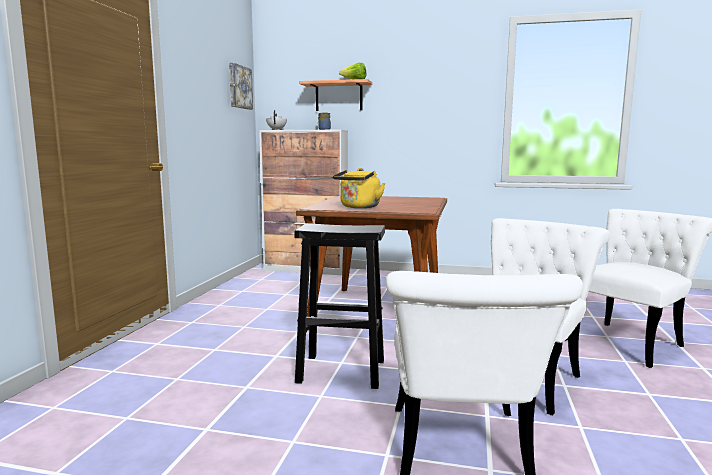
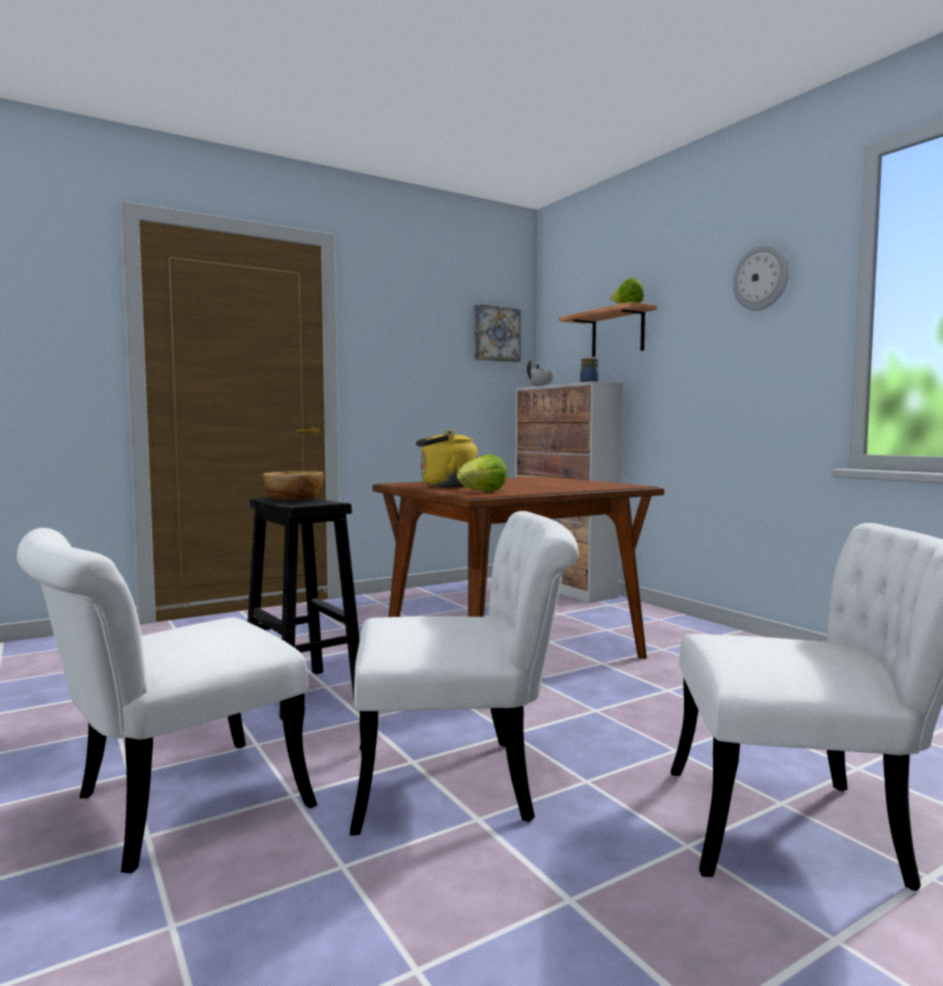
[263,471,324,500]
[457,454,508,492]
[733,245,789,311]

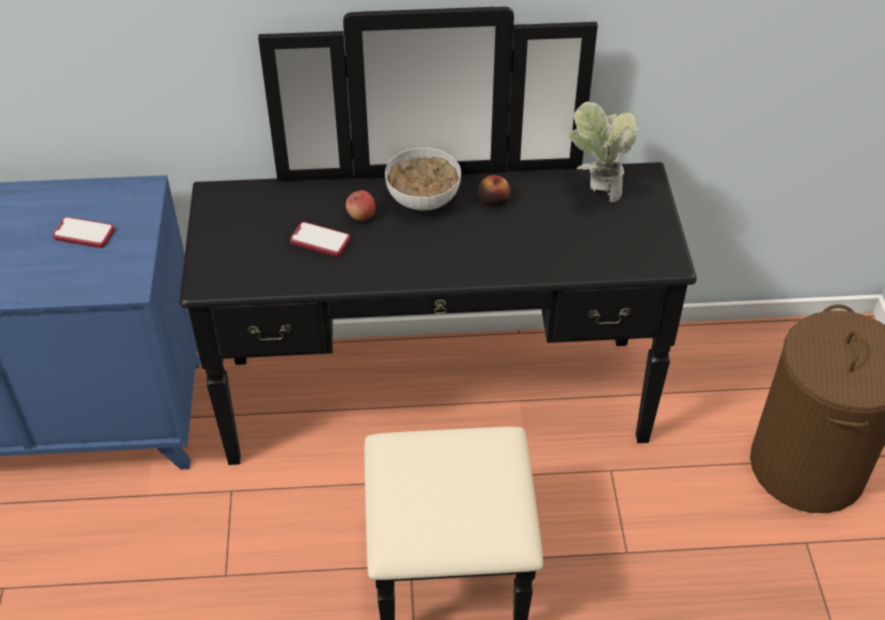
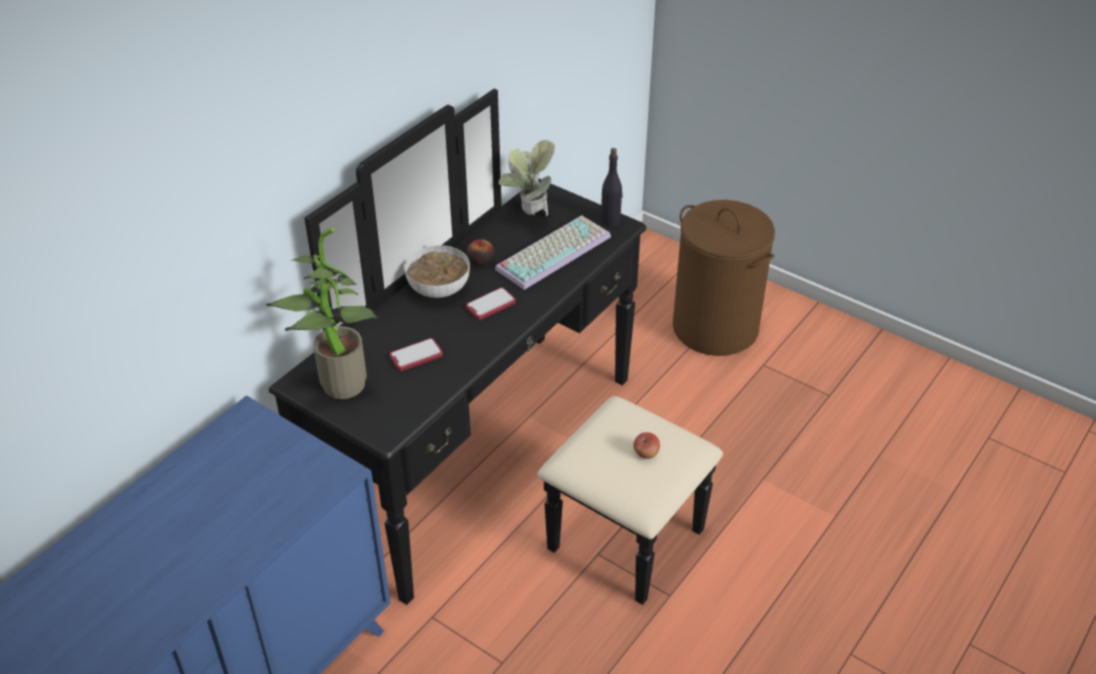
[266,227,380,399]
[466,287,516,320]
[495,215,611,290]
[601,148,623,227]
[633,432,660,459]

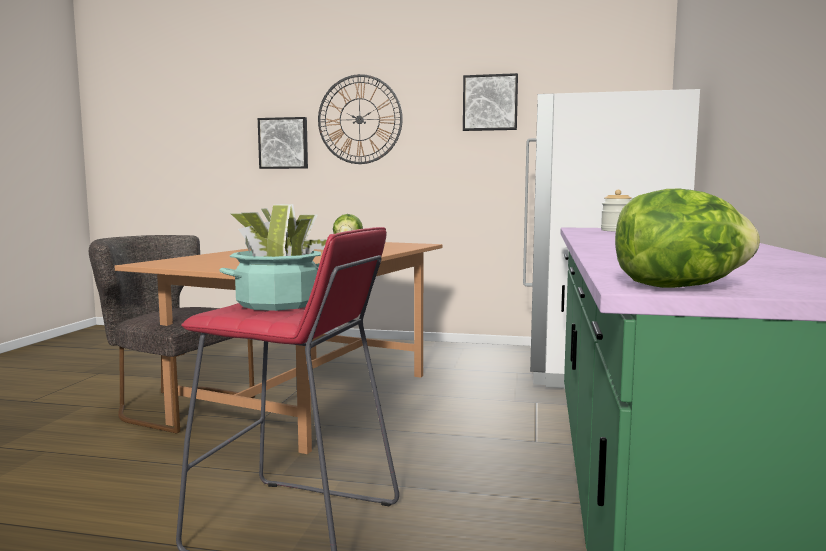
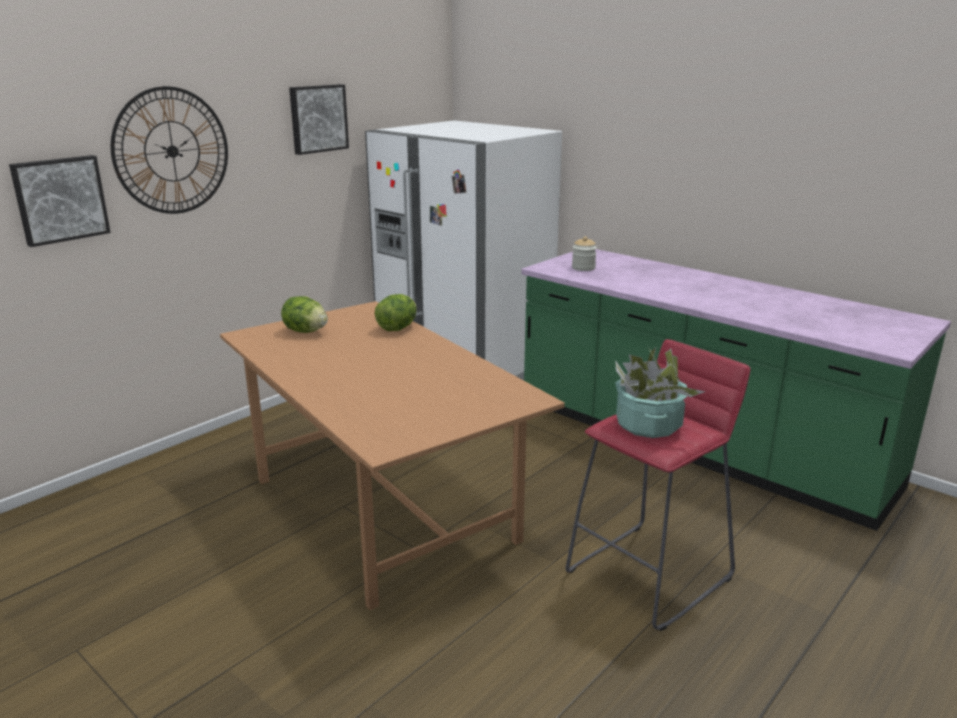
[375,294,417,331]
[89,235,255,434] (first image)

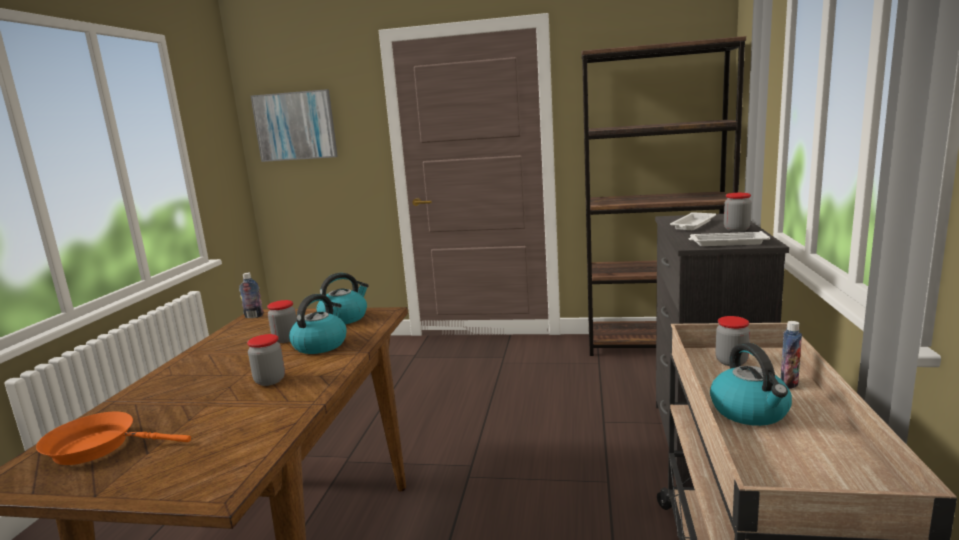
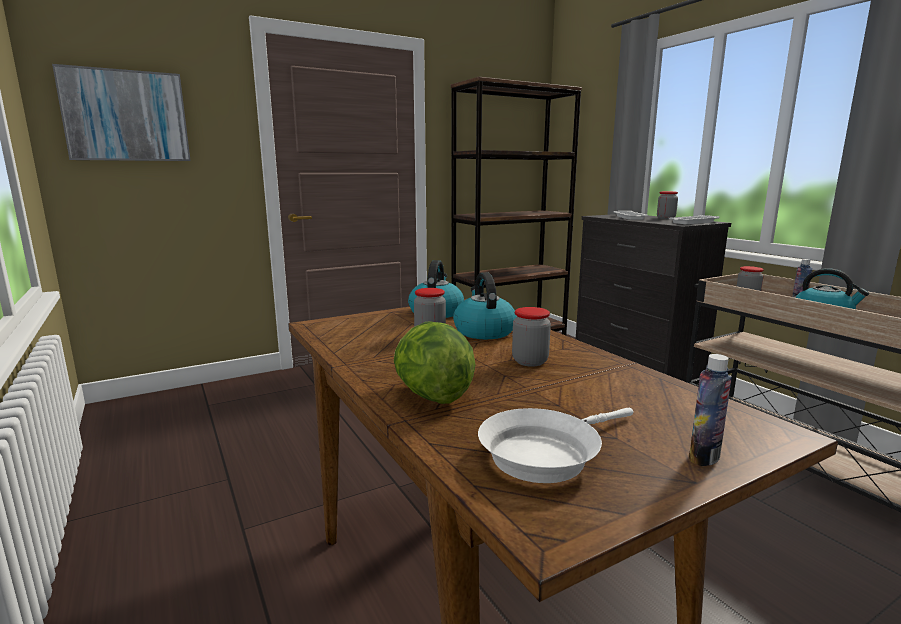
[394,321,476,404]
[478,408,633,483]
[689,354,732,466]

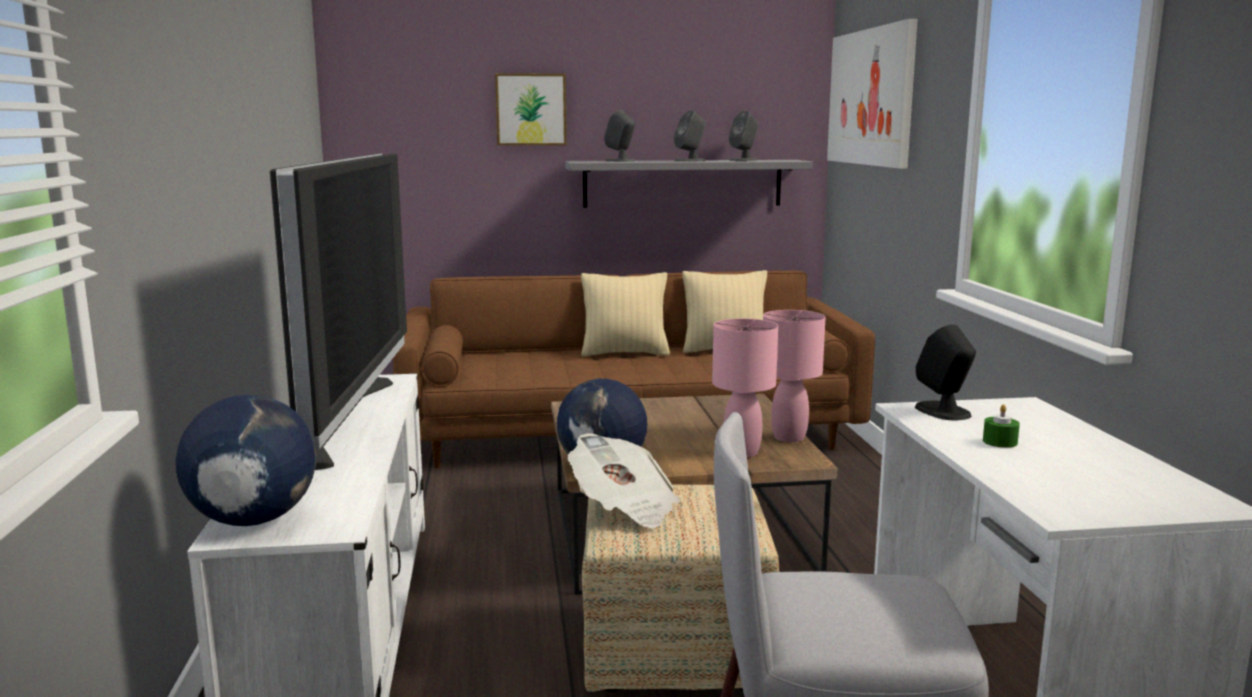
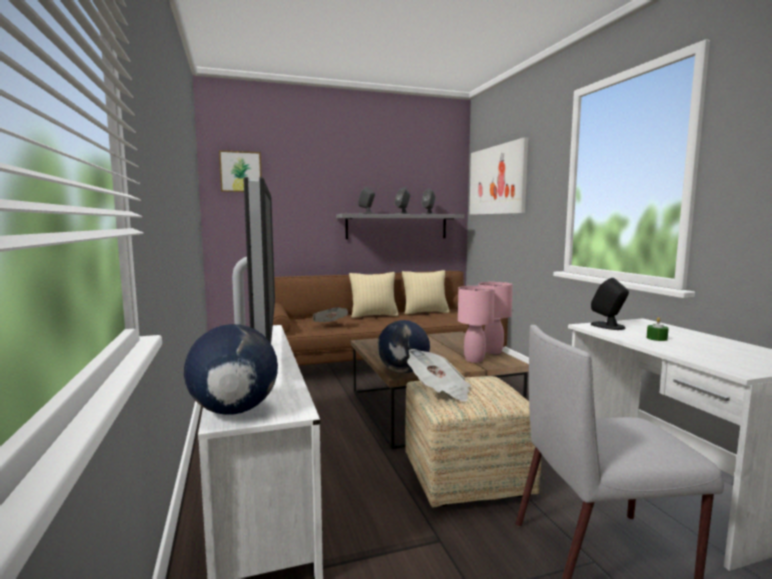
[219,150,262,192]
[313,307,348,322]

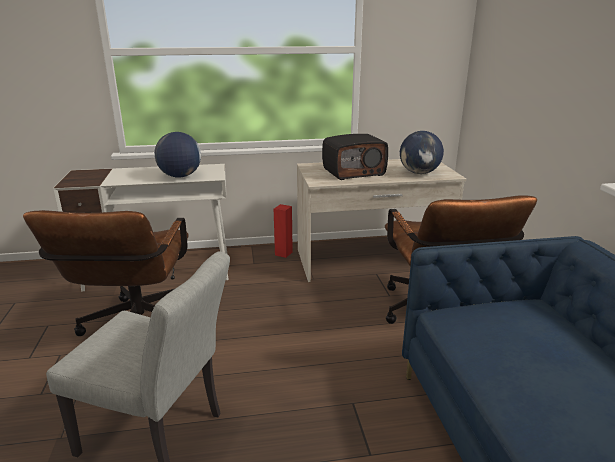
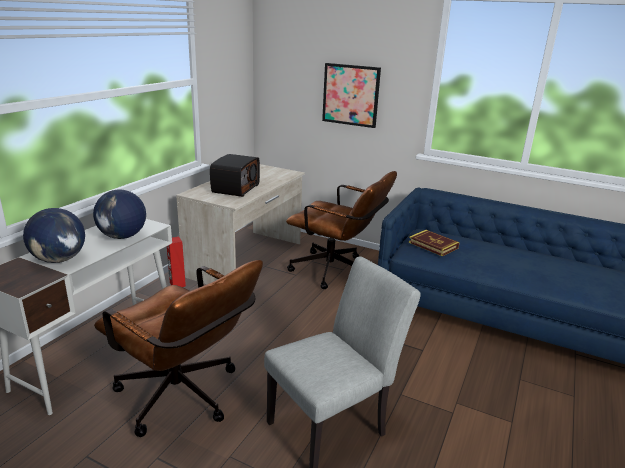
[23,208,85,263]
[322,63,381,128]
[409,230,460,256]

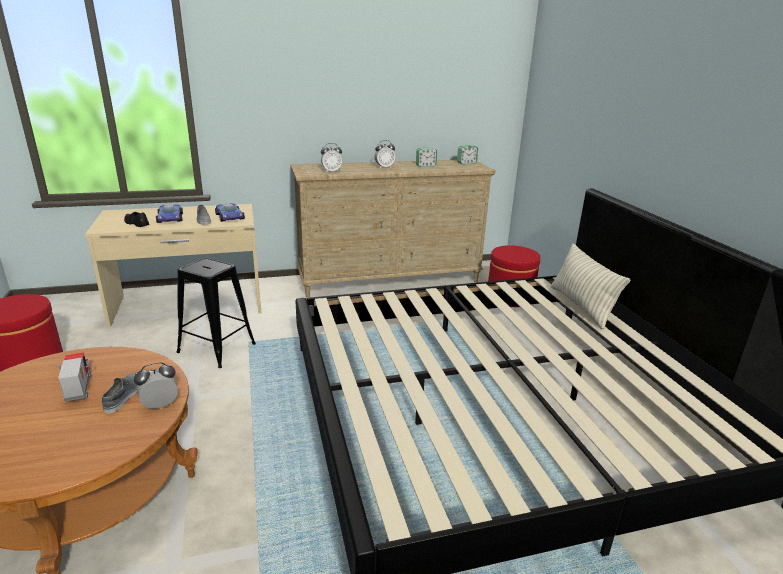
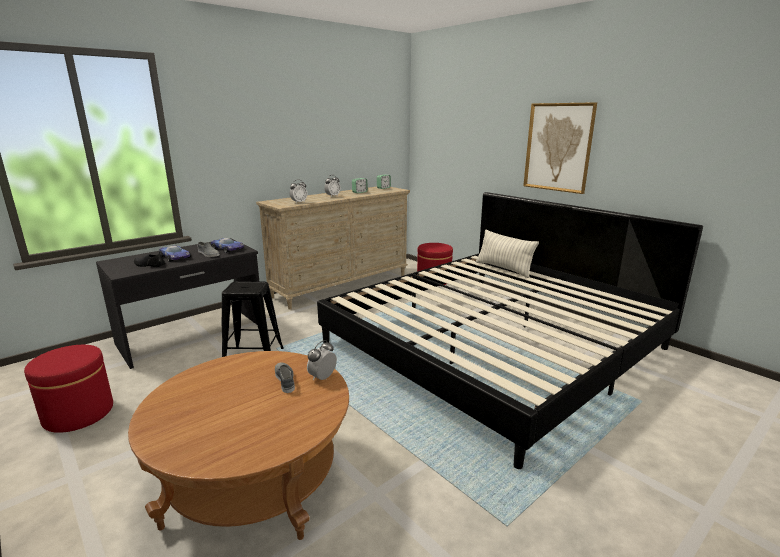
[96,238,259,369]
[523,102,597,194]
[58,353,92,402] (first image)

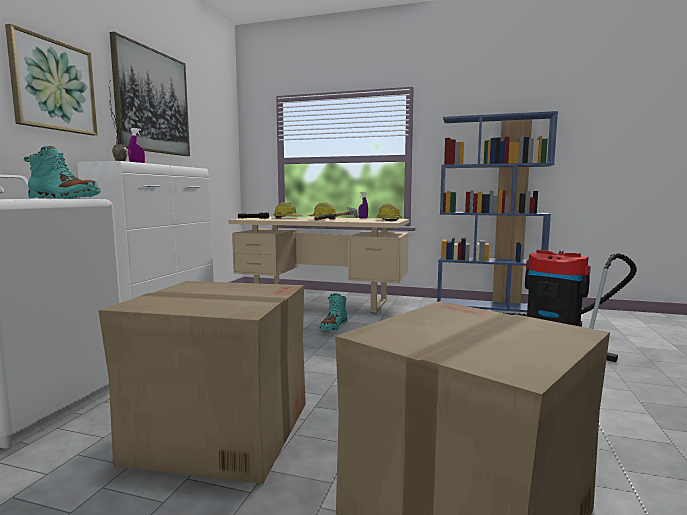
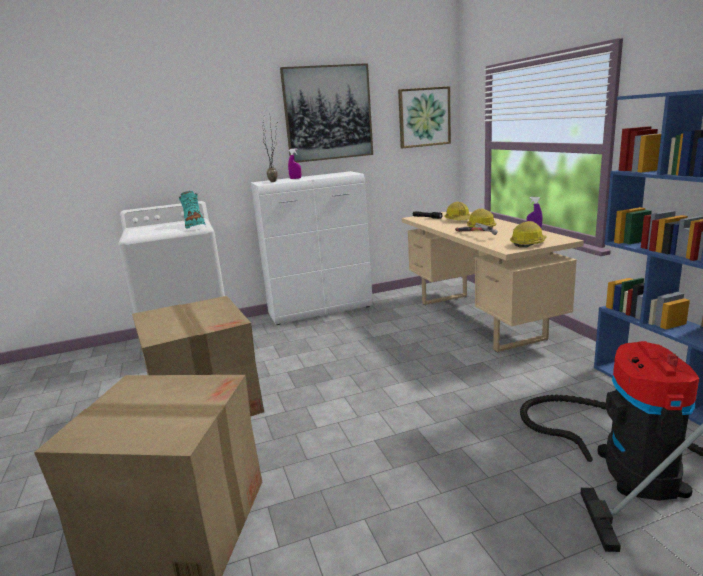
[398,86,451,148]
[320,293,347,331] (first image)

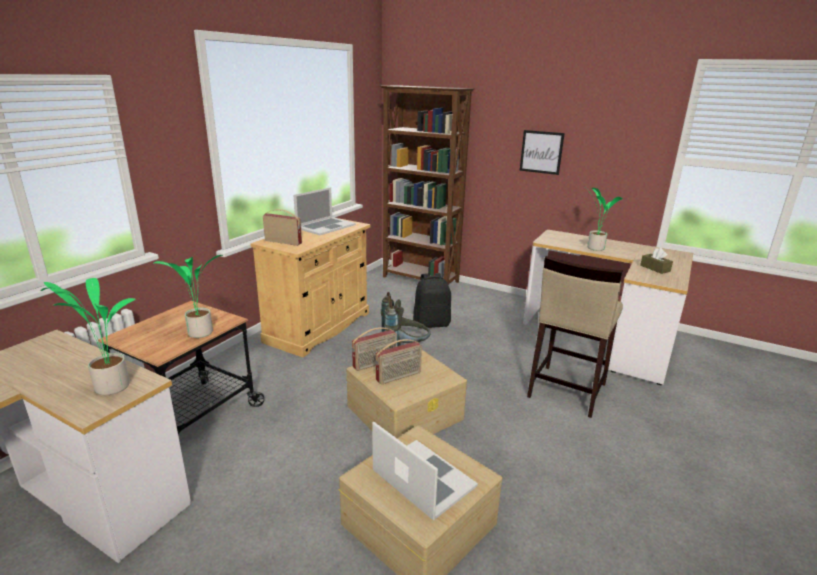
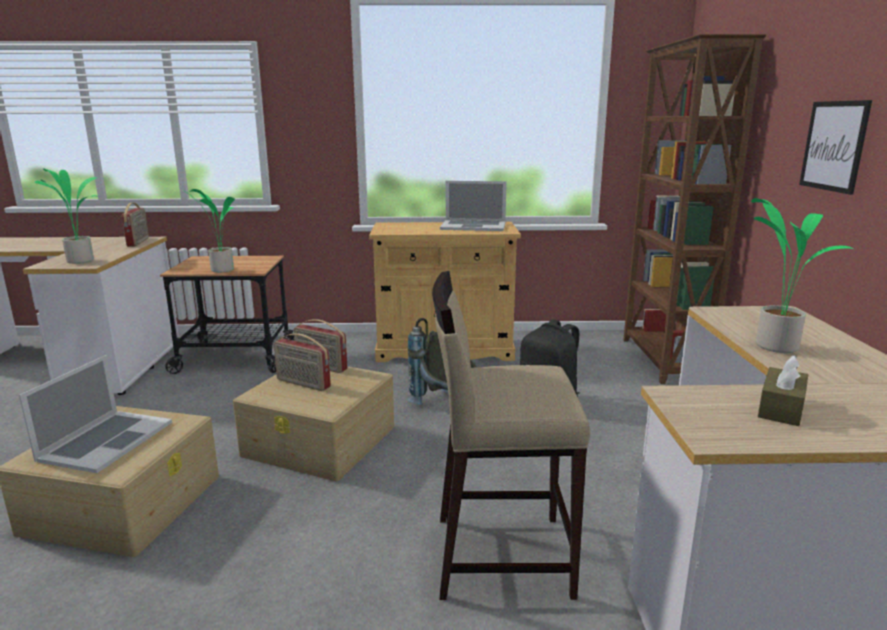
[122,203,149,247]

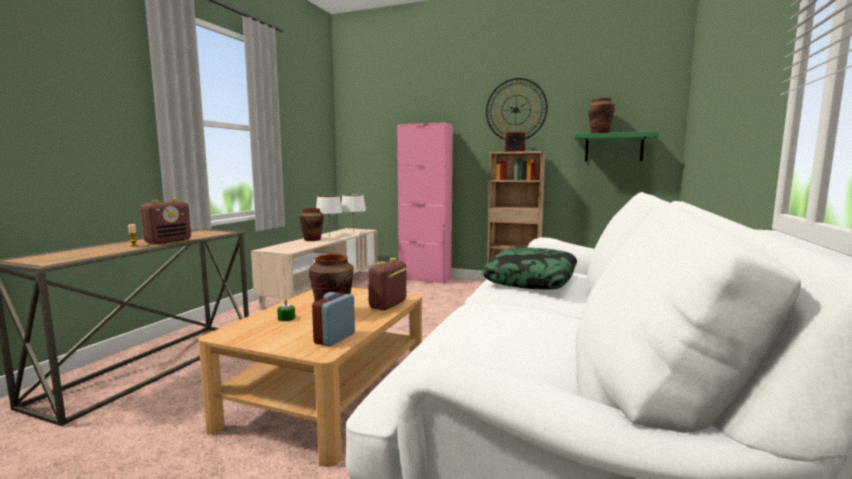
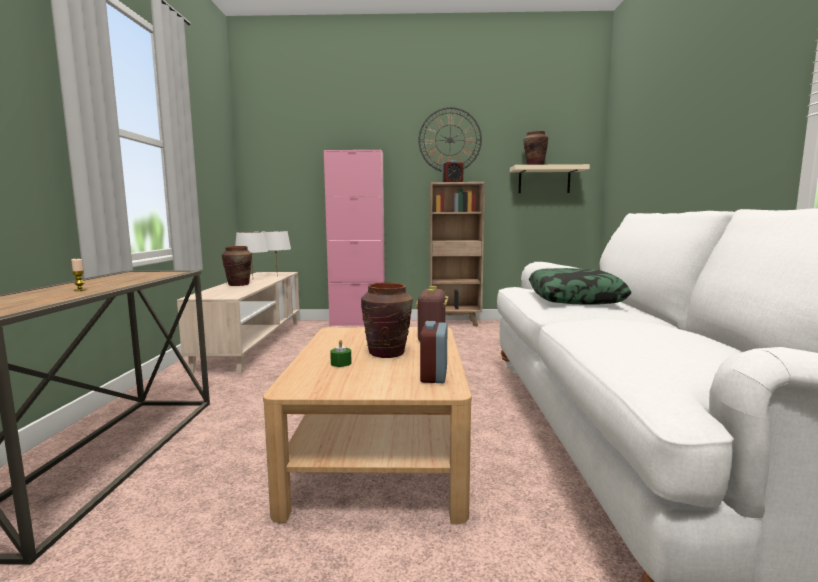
[510,164,590,193]
[141,199,191,244] (first image)

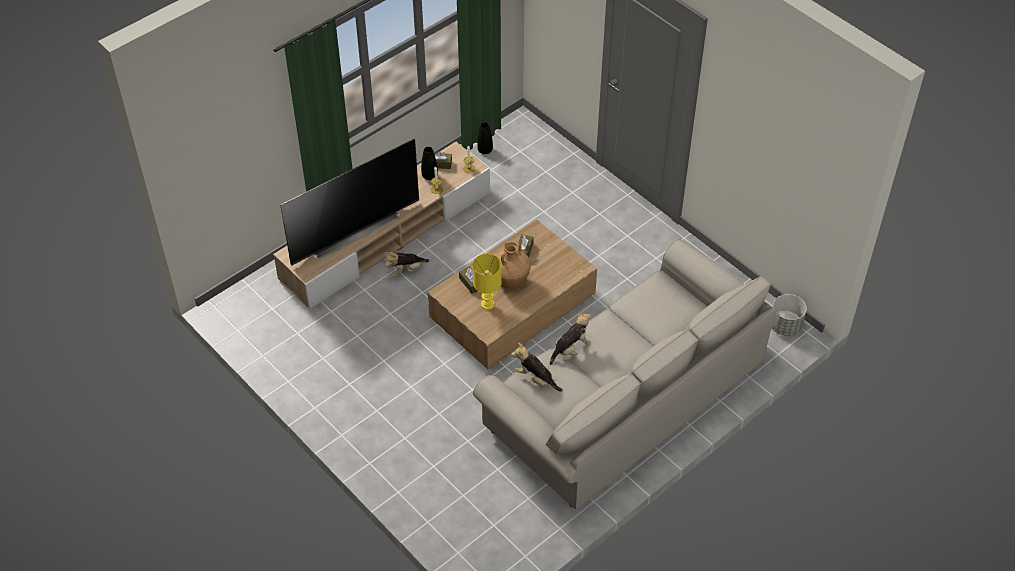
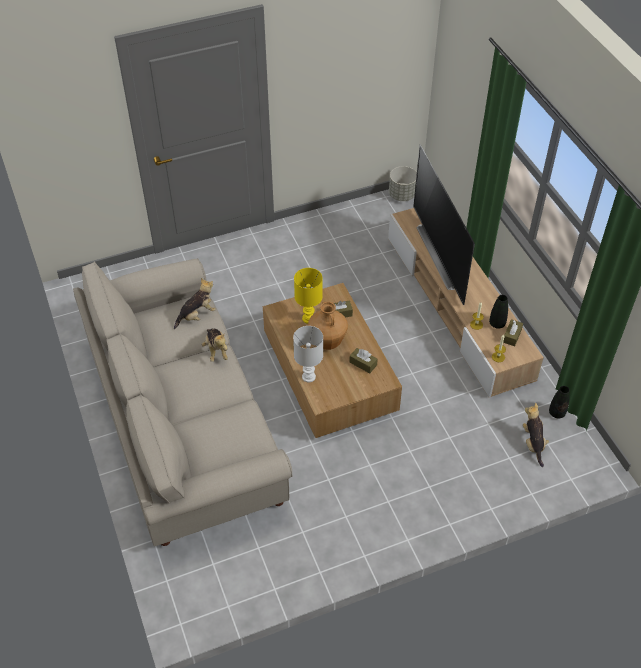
[293,326,323,382]
[389,166,417,201]
[523,403,549,467]

